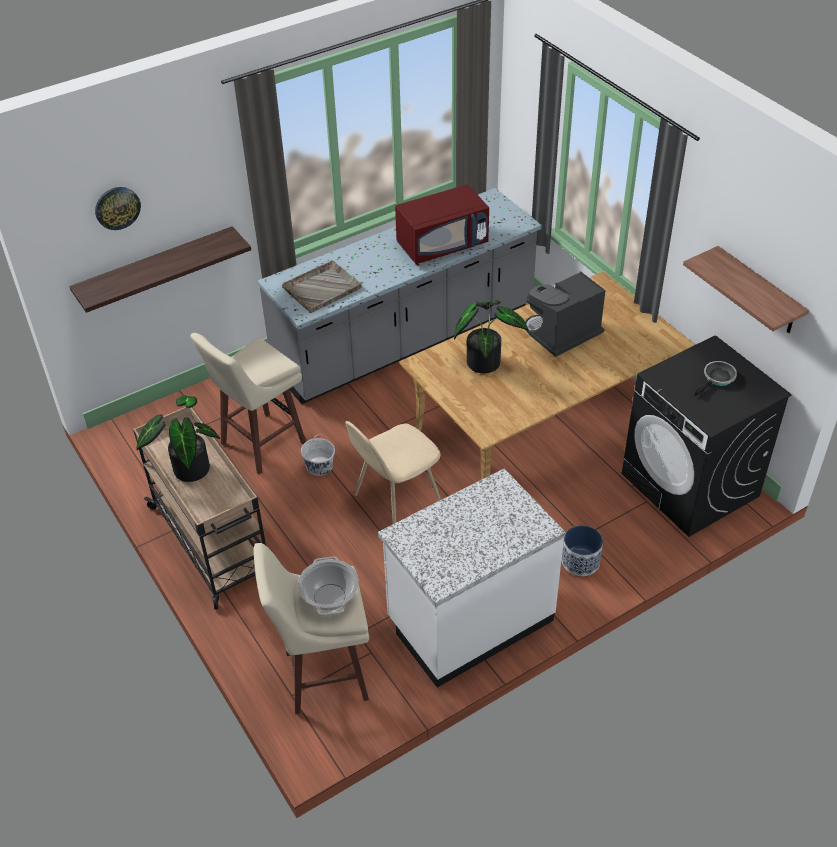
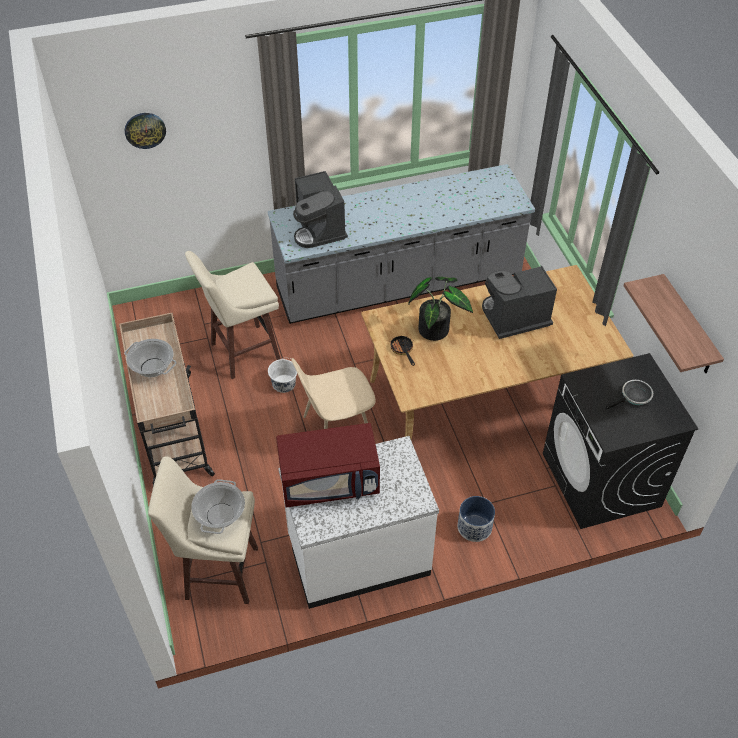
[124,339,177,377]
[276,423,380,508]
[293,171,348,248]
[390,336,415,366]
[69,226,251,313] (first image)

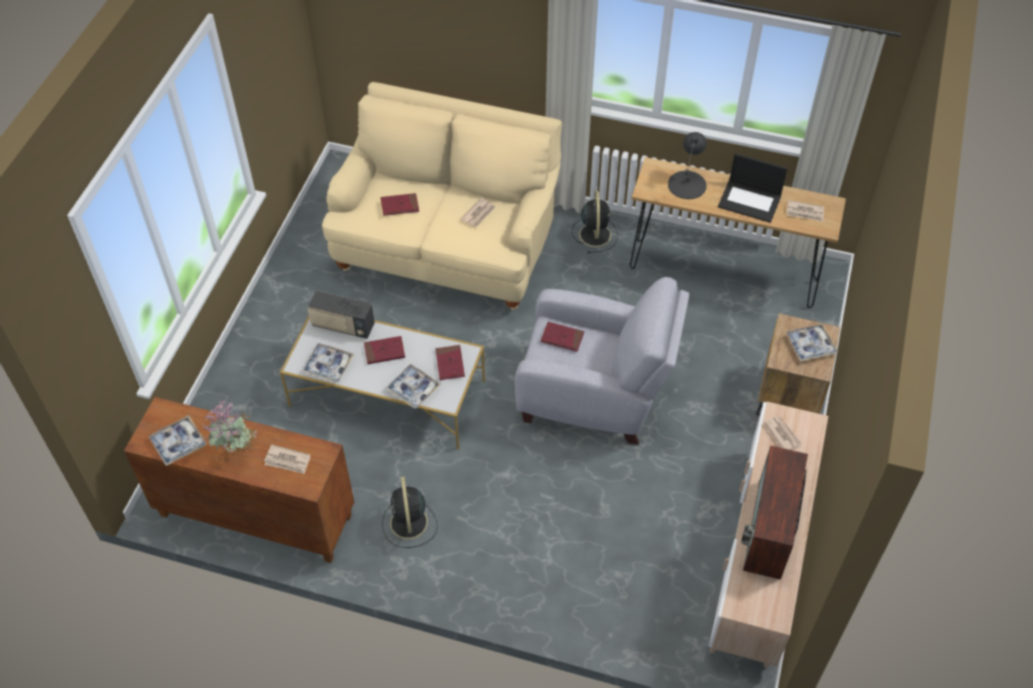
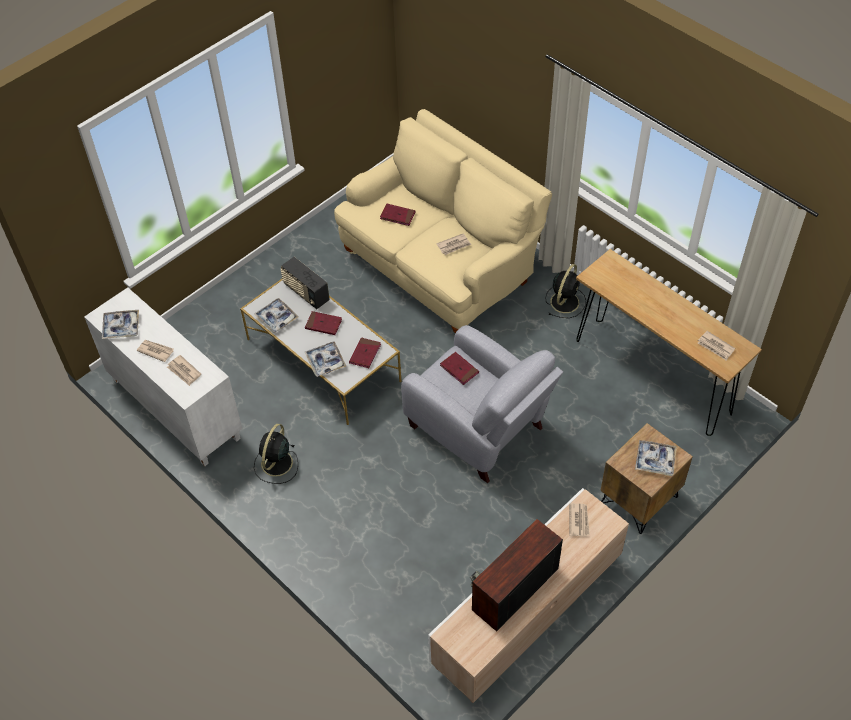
[84,287,242,467]
[137,340,173,362]
[668,132,707,199] (first image)
[718,153,788,223] (first image)

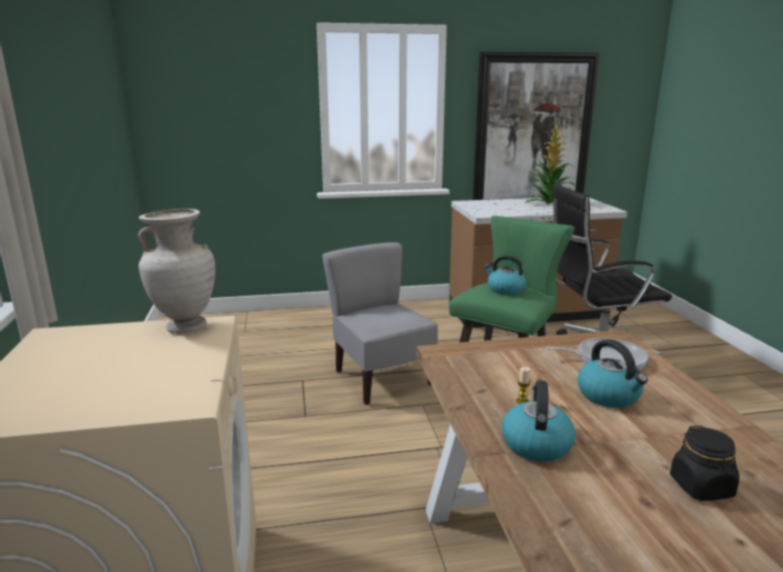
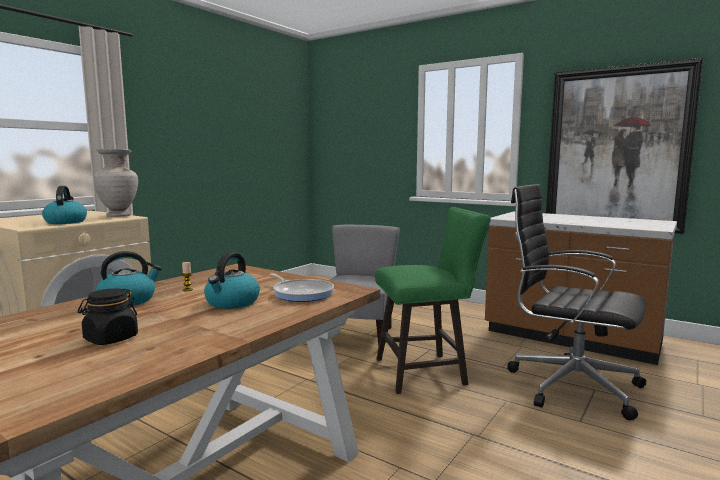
[42,186,87,224]
[525,123,576,203] (first image)

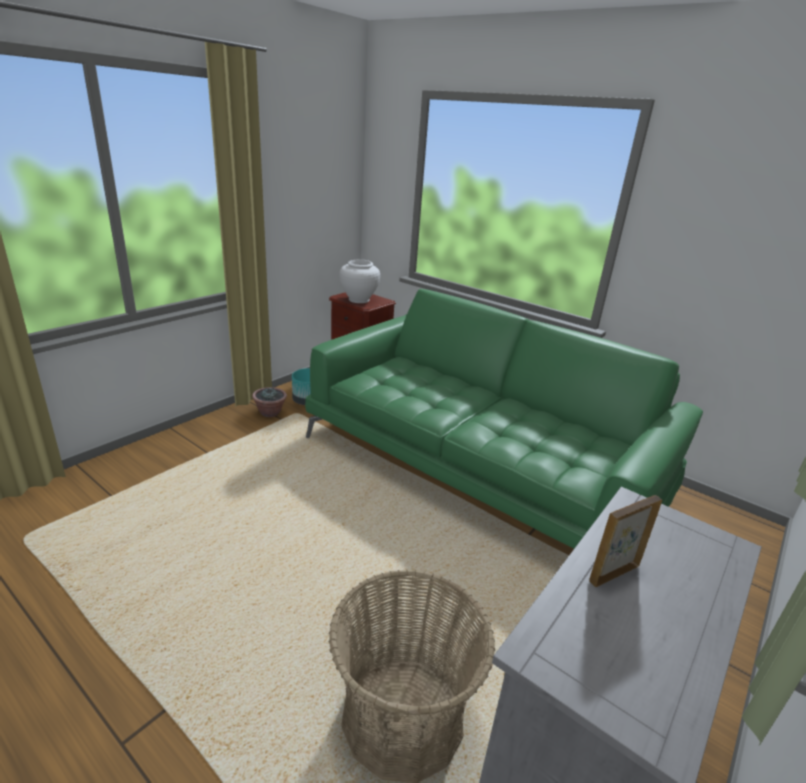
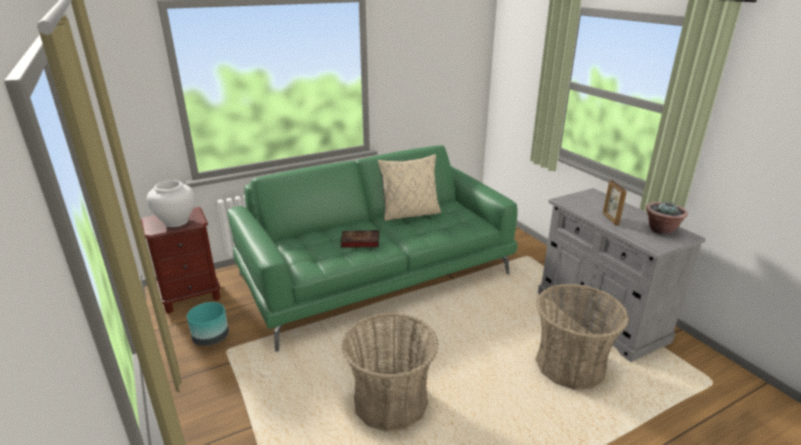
[340,230,379,248]
[341,313,439,432]
[378,154,441,221]
[646,201,688,235]

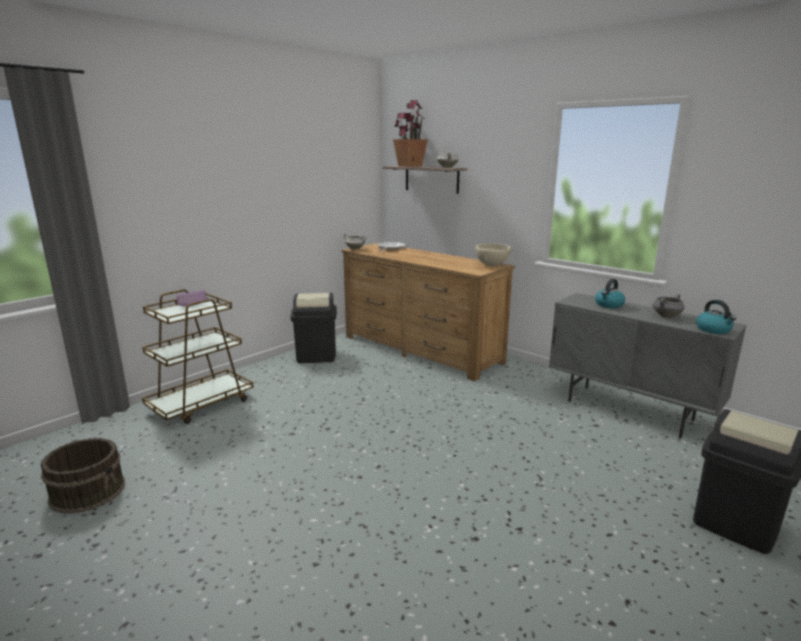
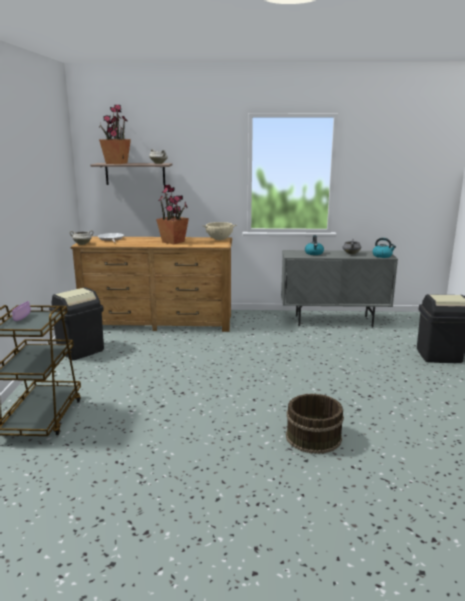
[156,185,189,244]
[286,394,344,454]

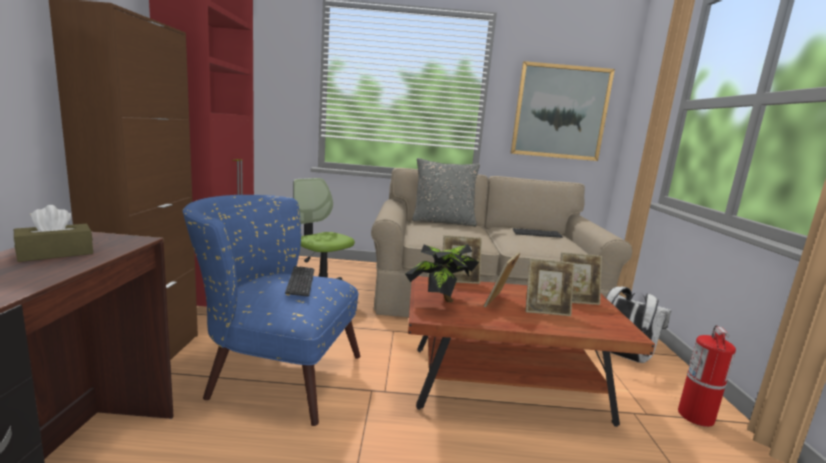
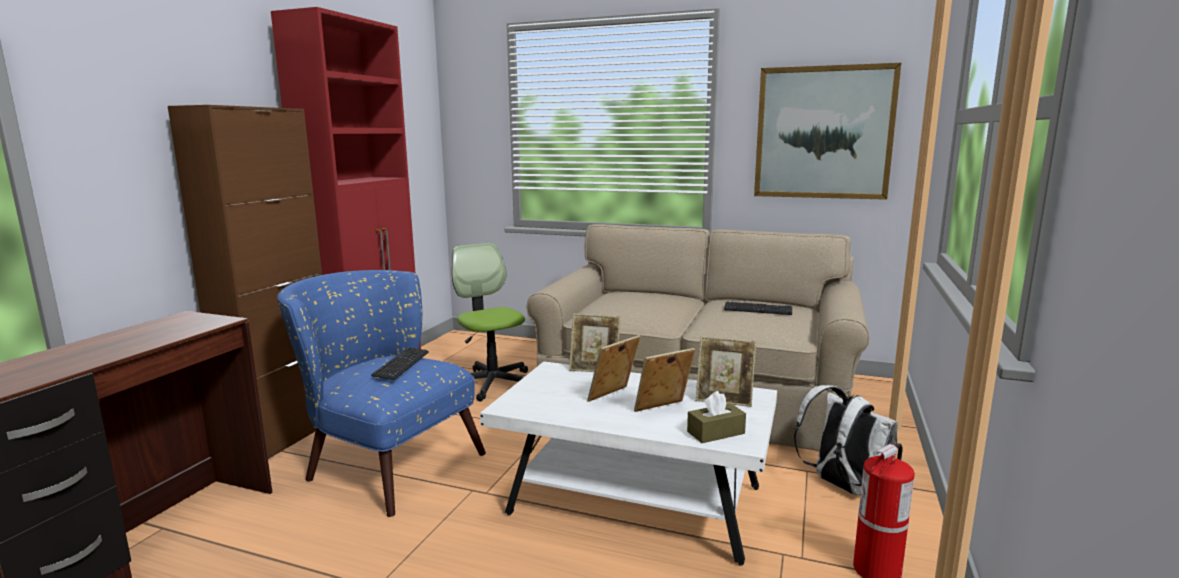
[480,361,777,566]
[634,348,695,412]
[687,391,746,443]
[405,244,479,302] (first image)
[412,158,480,226] (first image)

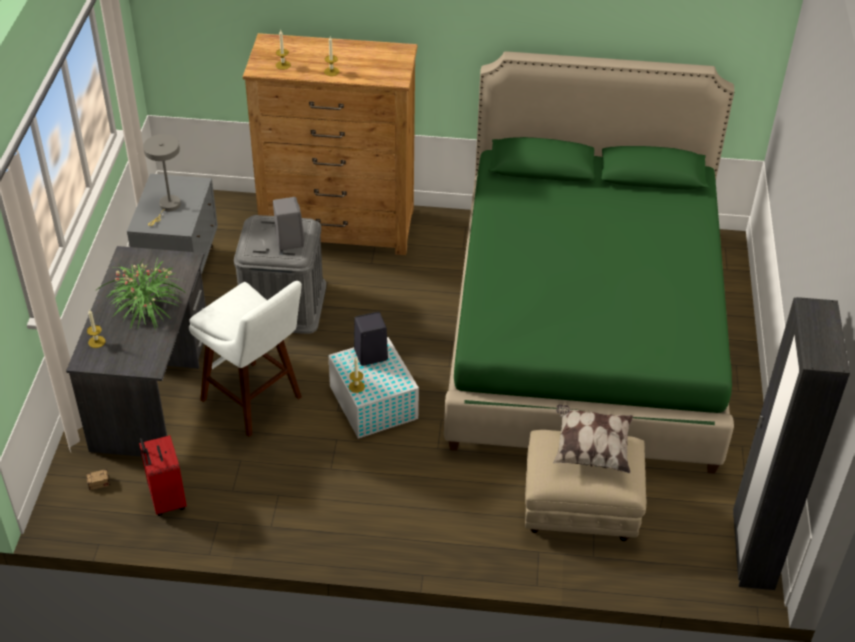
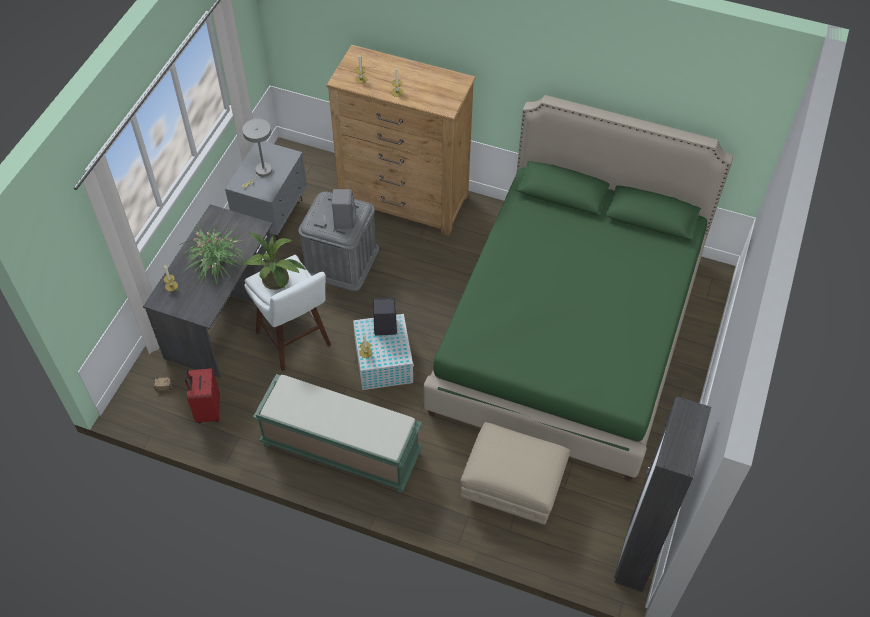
[242,232,306,290]
[253,374,423,493]
[553,404,633,473] (first image)

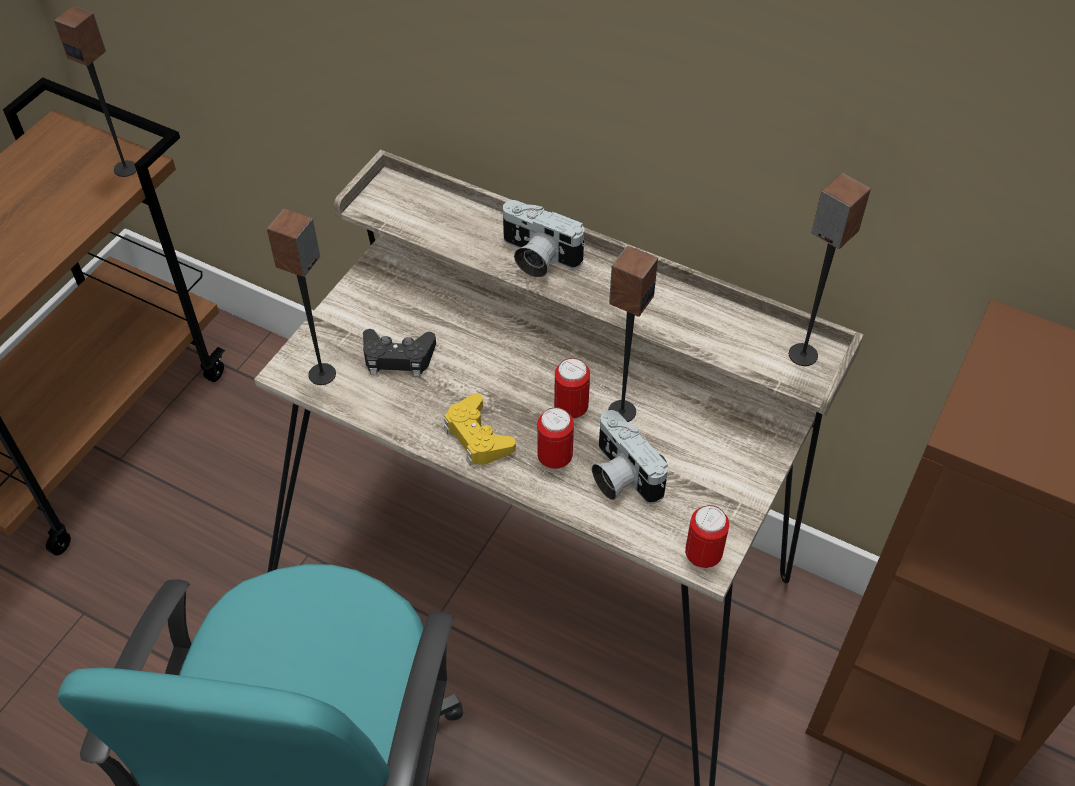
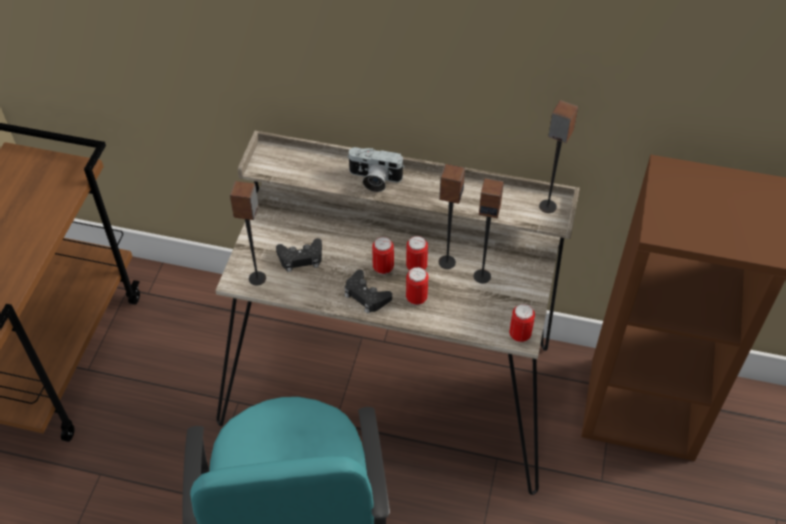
[345,270,392,313]
[372,237,394,275]
[474,178,504,284]
[592,410,668,504] (first image)

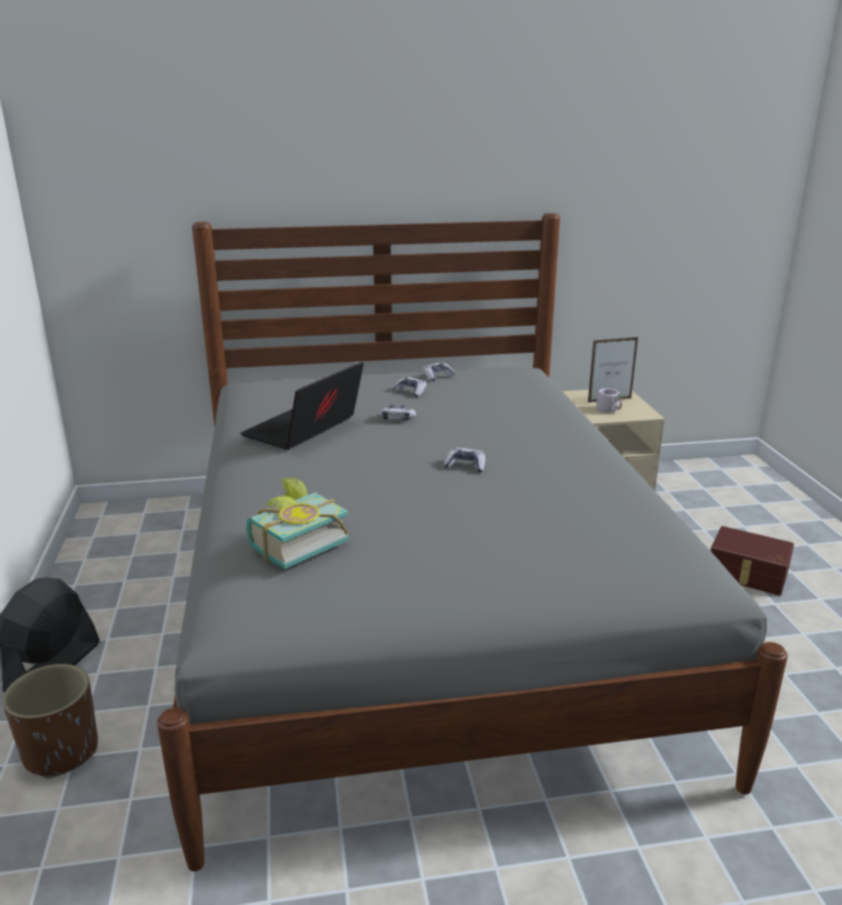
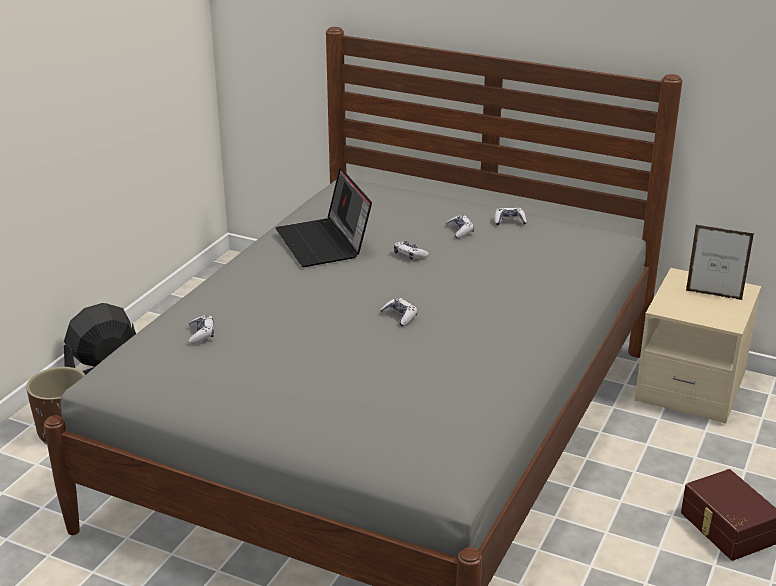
[189,315,214,344]
[276,168,372,267]
[596,388,622,412] (first image)

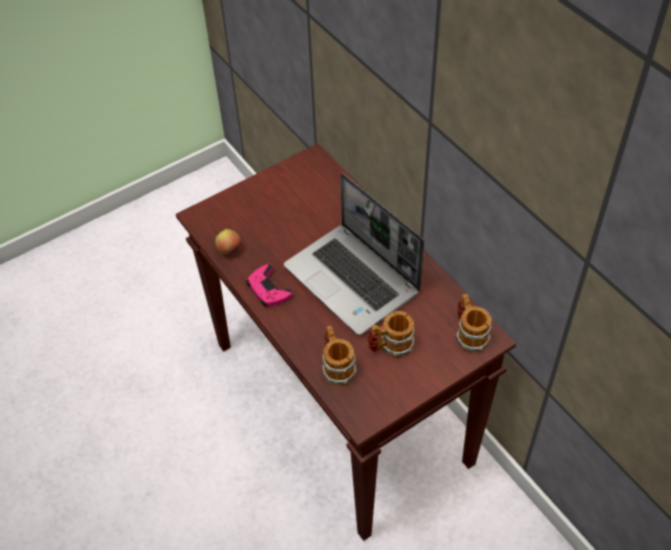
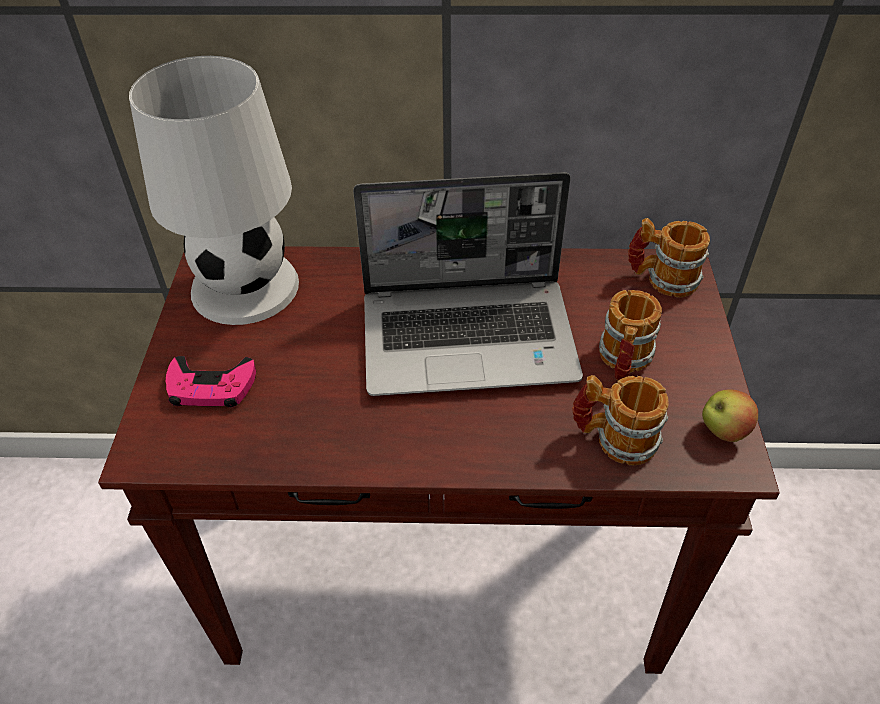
[129,56,299,325]
[166,356,256,408]
[702,389,758,442]

